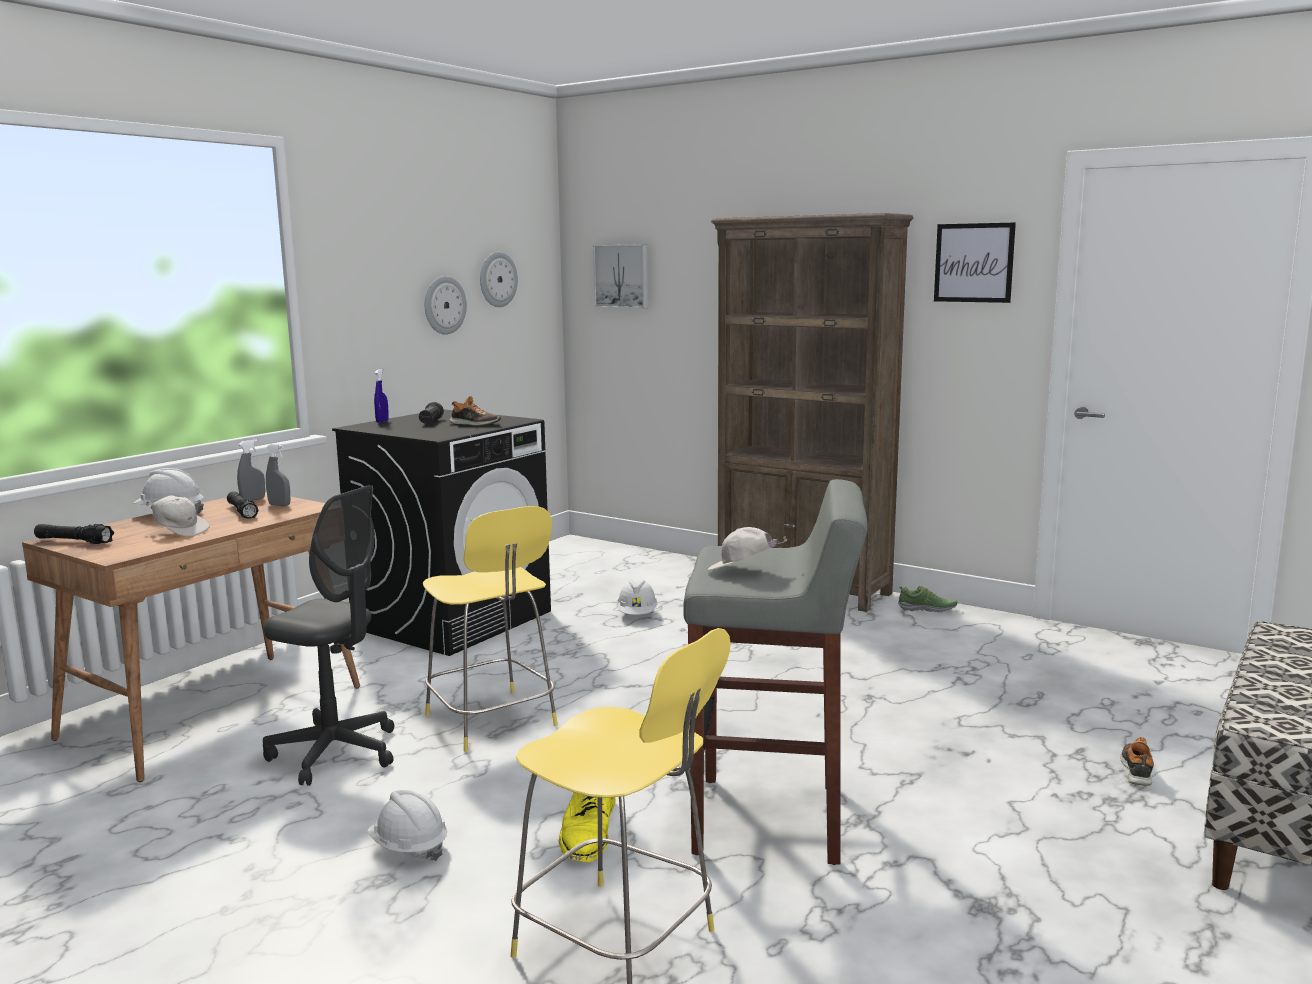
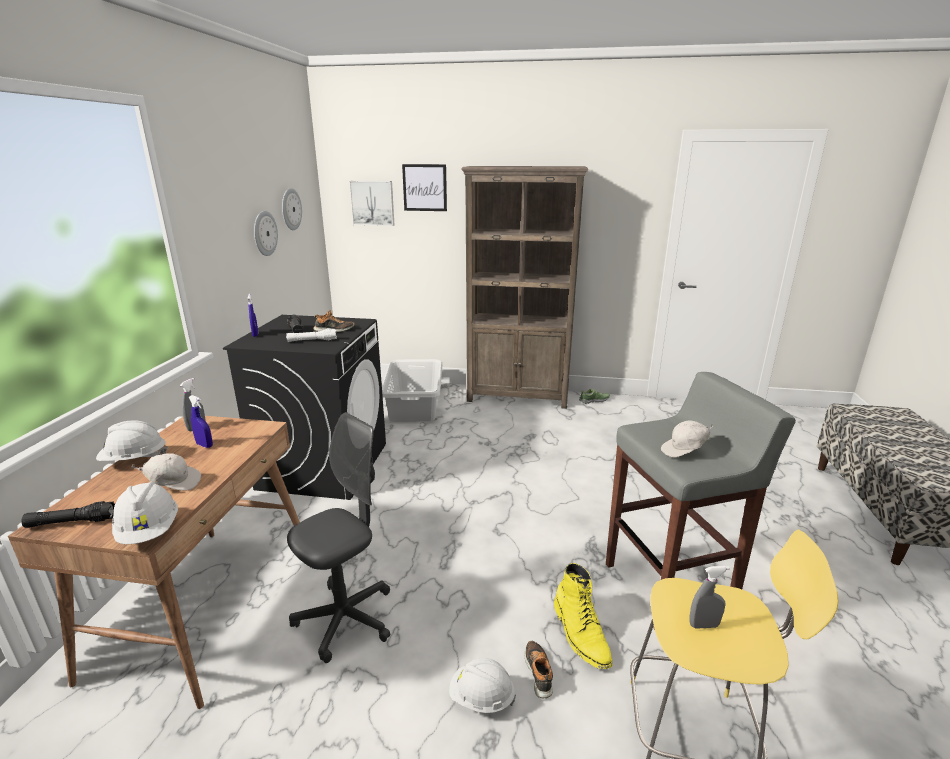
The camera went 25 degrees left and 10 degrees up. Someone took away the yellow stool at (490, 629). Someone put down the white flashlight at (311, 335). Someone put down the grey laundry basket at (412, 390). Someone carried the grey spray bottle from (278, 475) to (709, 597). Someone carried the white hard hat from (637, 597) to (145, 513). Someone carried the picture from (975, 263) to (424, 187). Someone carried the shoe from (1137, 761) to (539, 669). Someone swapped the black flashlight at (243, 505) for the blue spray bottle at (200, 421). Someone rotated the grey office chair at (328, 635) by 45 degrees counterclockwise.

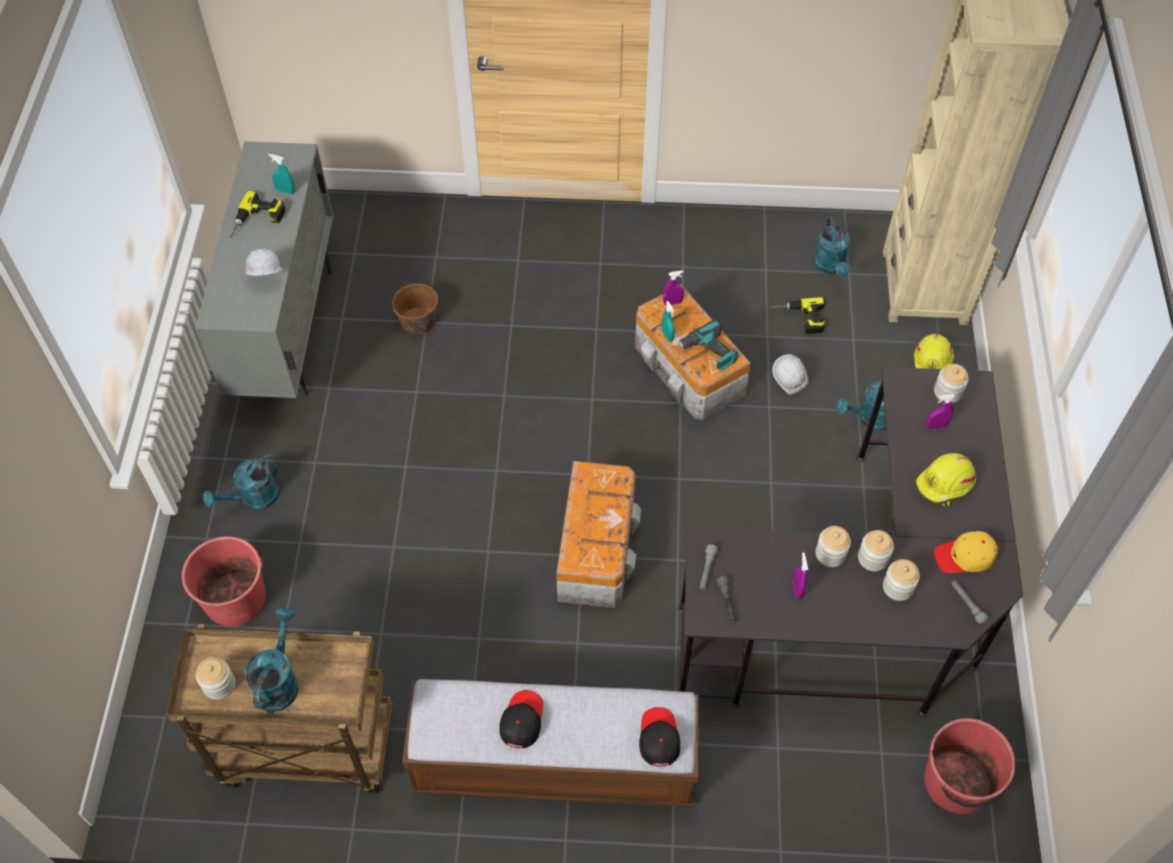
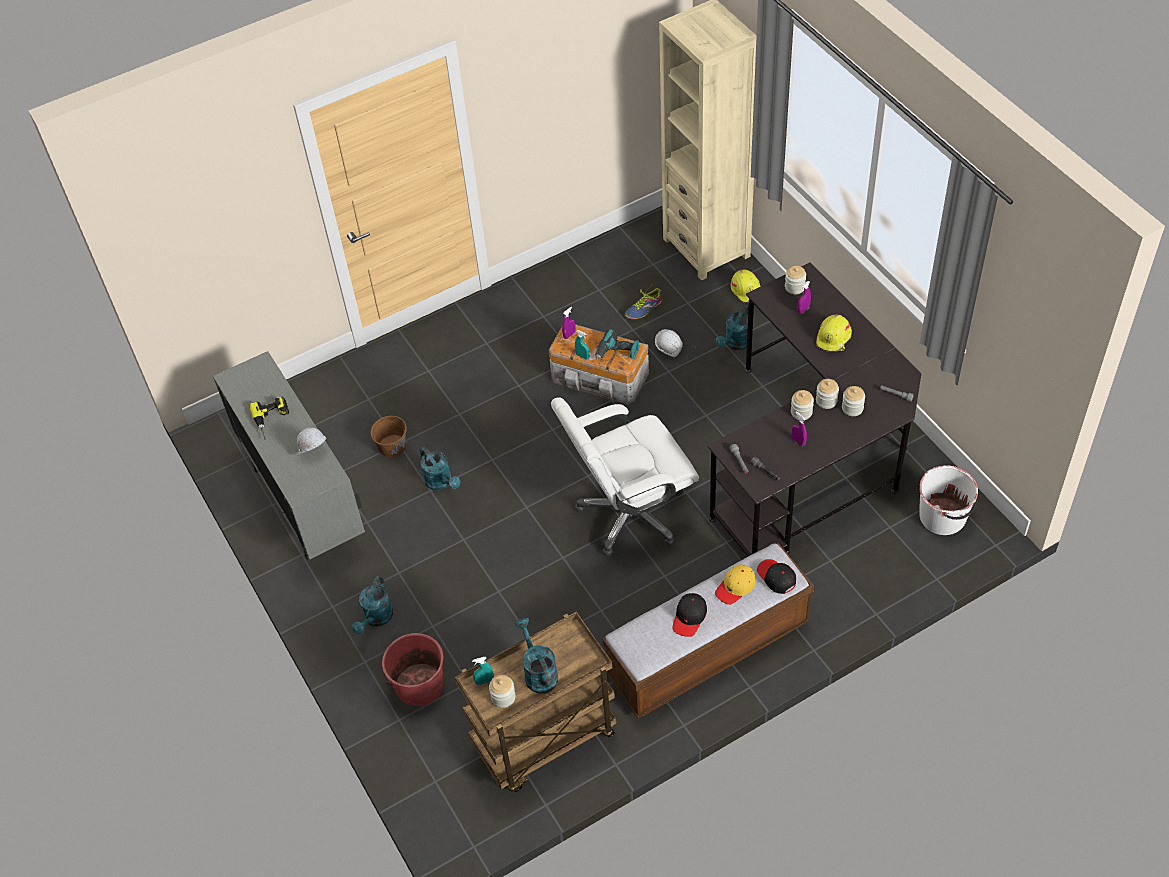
The camera went 30 degrees left and 5 degrees down. Someone carried the turquoise spray bottle from (281, 174) to (483, 671). Someone carried the turquoise watering can from (832, 247) to (440, 468). Someone carried the yellow cap from (966, 552) to (735, 584). Someone swapped the storage box at (598, 534) for the white office chair at (625, 476). Someone swapped the power drill at (797, 315) for the shoe at (643, 302). Someone repainted the red bucket at (970, 766), which became the white bucket at (948, 500). Someone rotated the black cap at (521, 719) by 135 degrees counterclockwise.

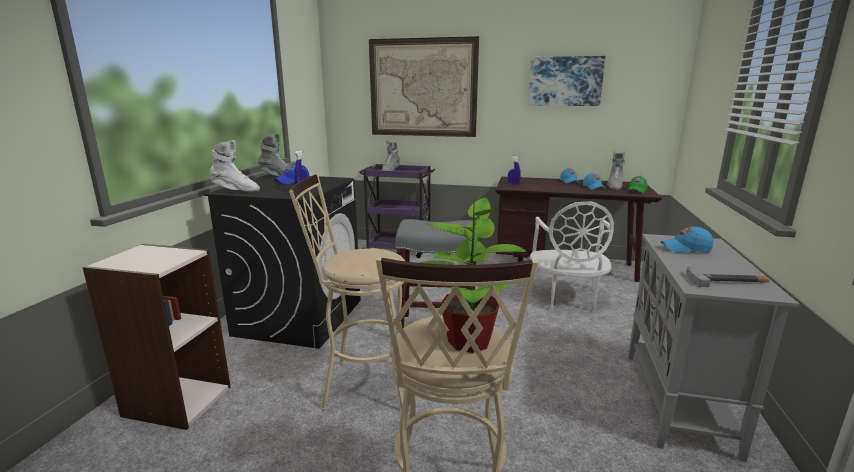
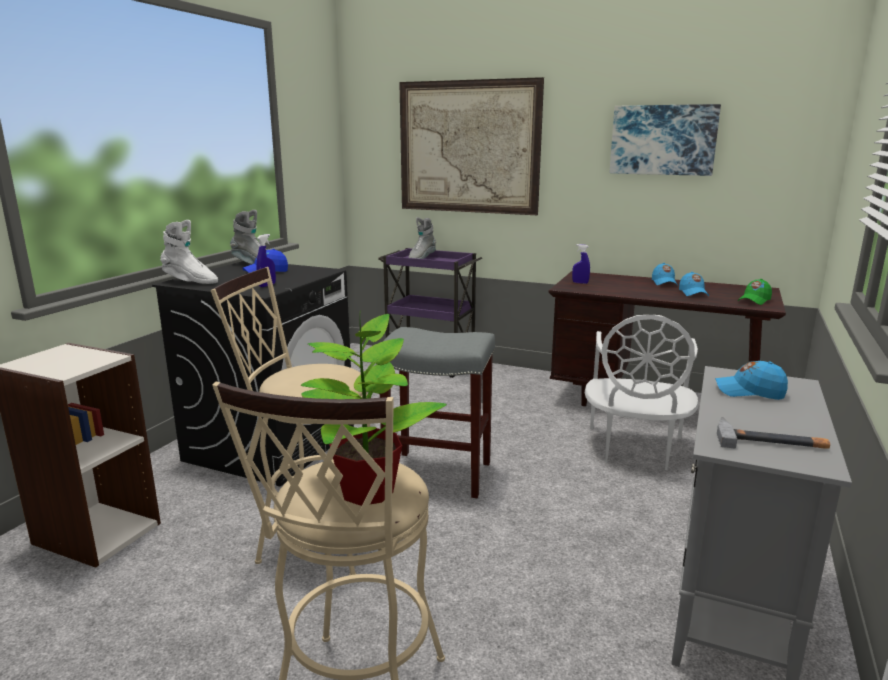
The camera went 10 degrees right and 0 degrees up. Someone took away the grey boot at (616, 170).

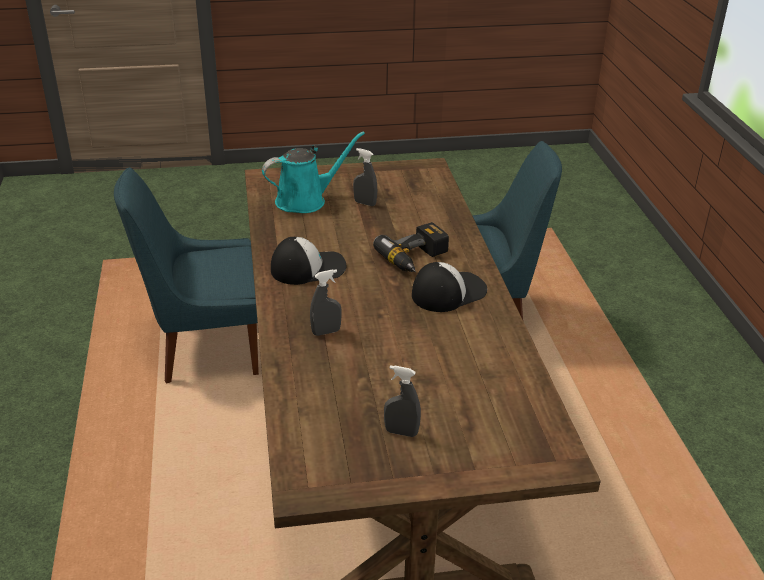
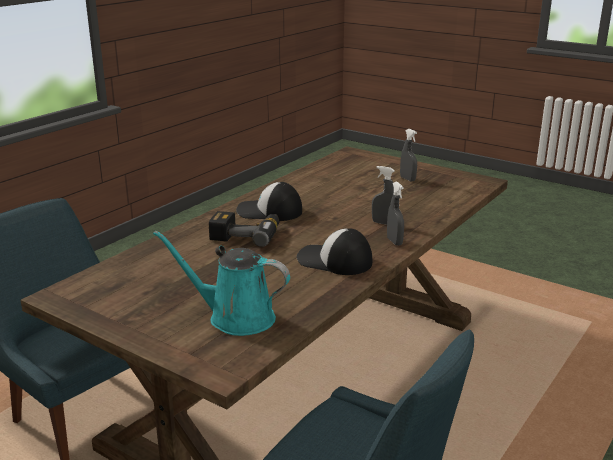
The camera went 135 degrees left and 10 degrees down. Someone carried the grey spray bottle from (365, 177) to (395, 214).

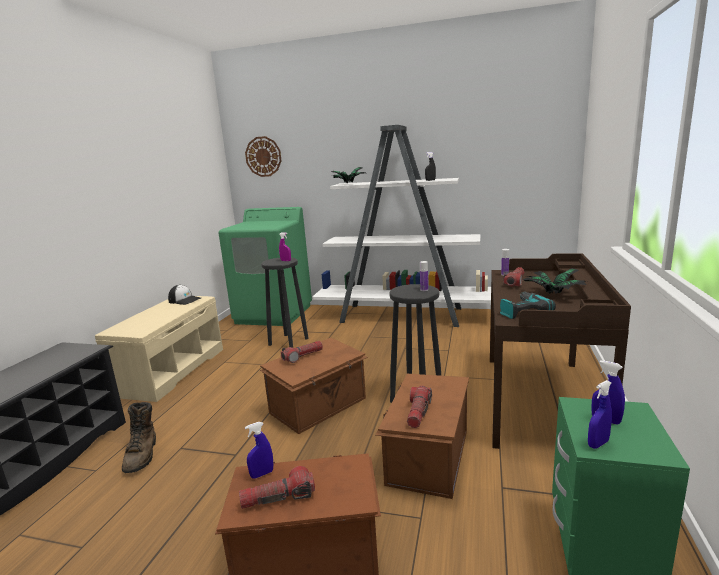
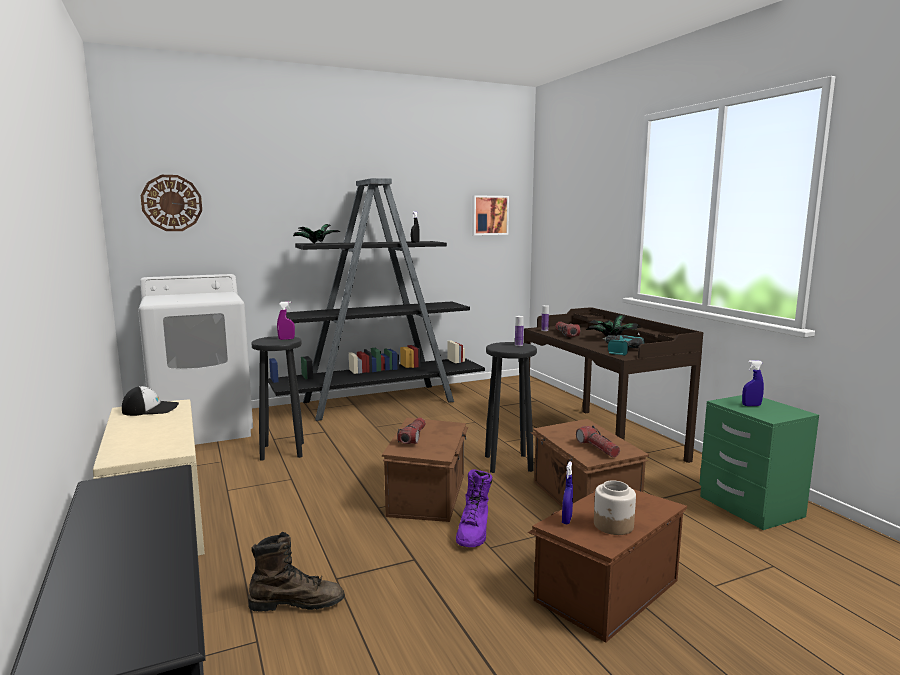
The camera went 40 degrees left and 5 degrees down. Someone took away the blue spray bottle at (600, 414). Someone put down the purple boot at (474, 508). Someone put up the picture at (490, 215). Someone swapped the flashlight at (277, 487) for the jar at (615, 507). Someone repainted the green washing machine at (265, 266), which became the white washing machine at (195, 359). Someone repainted the white bookcase at (401, 226), which became the black bookcase at (376, 299). Someone rotated the brown boot at (139, 437) by 45 degrees counterclockwise.

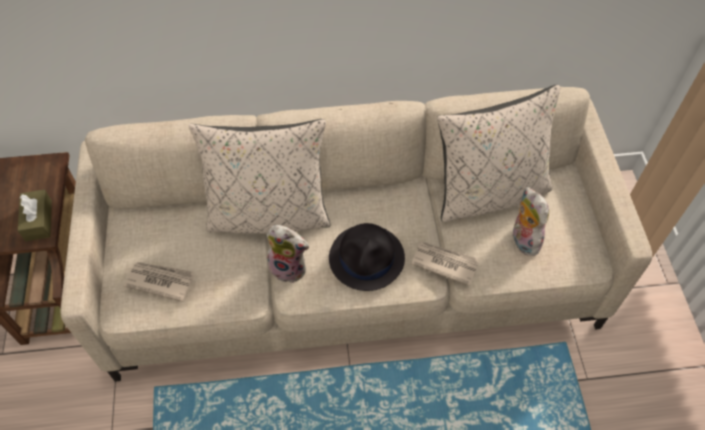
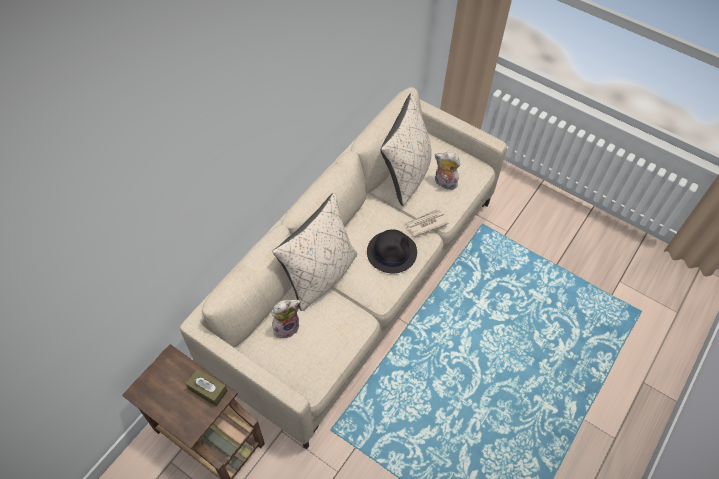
The camera went 50 degrees left and 0 degrees up. Someone took away the newspaper at (159, 282). Someone carried the plush toy from (288, 254) to (286, 319).

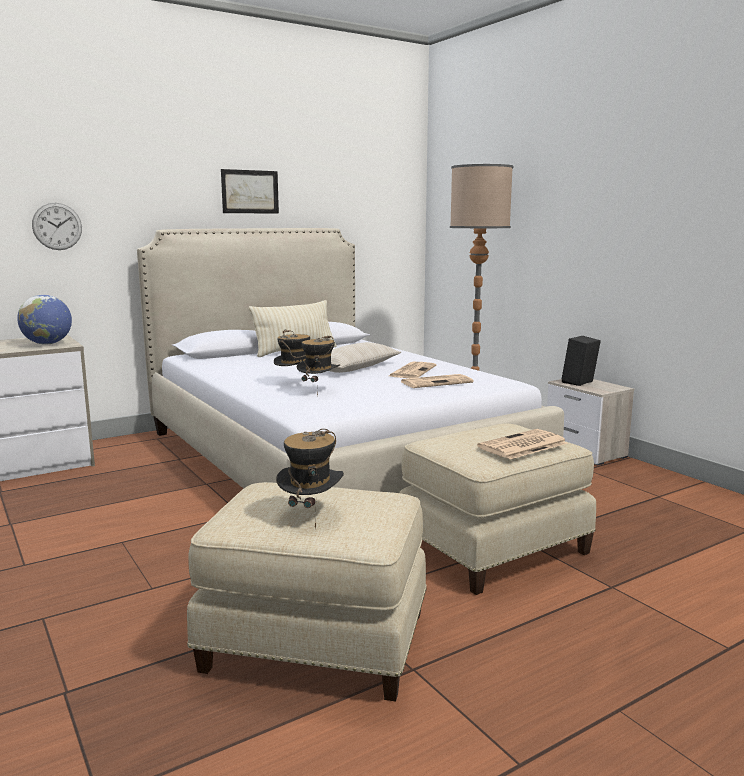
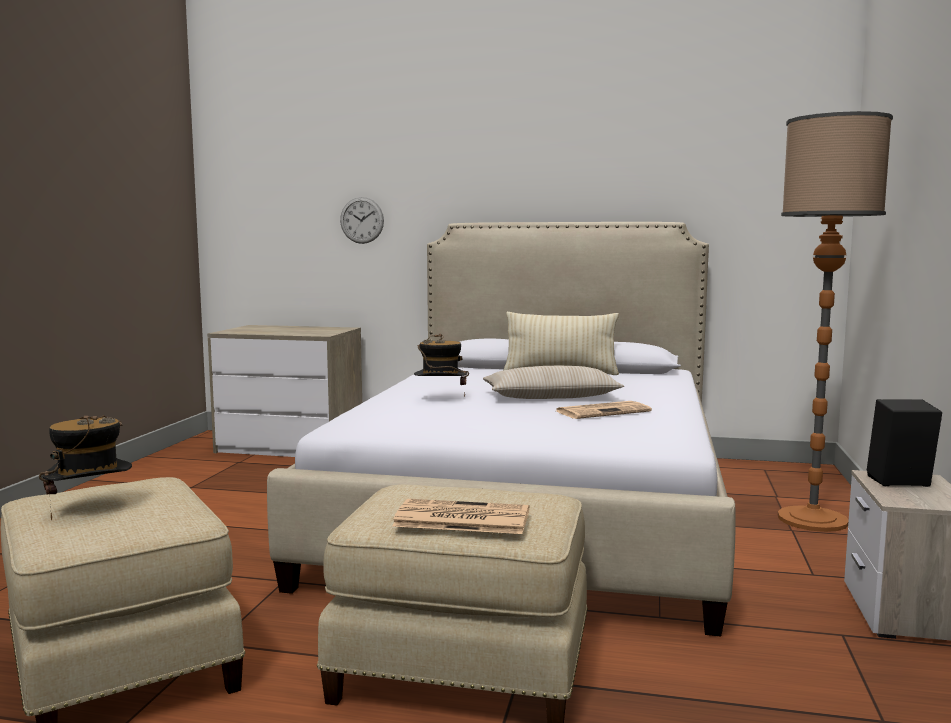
The camera went 45 degrees right and 5 degrees down. Someone took away the globe at (44, 320). Someone took away the picture at (250, 191). Someone took away the hat at (318, 366). Someone took away the newspaper at (437, 381).

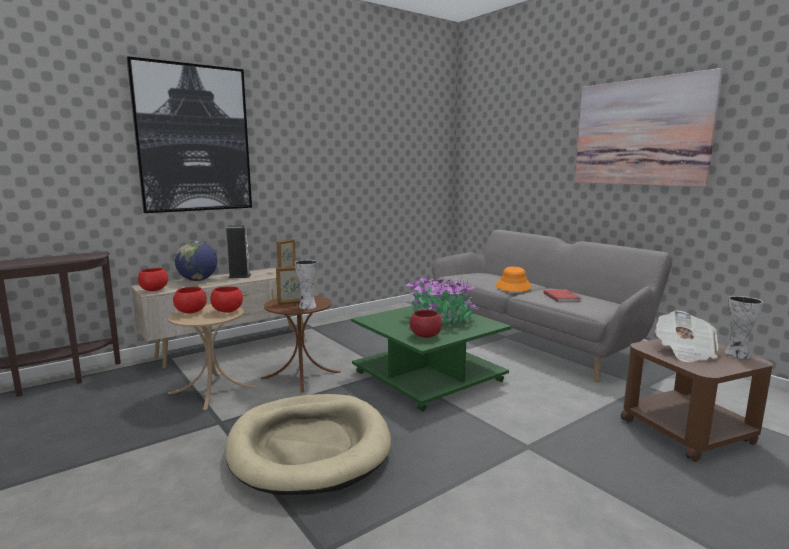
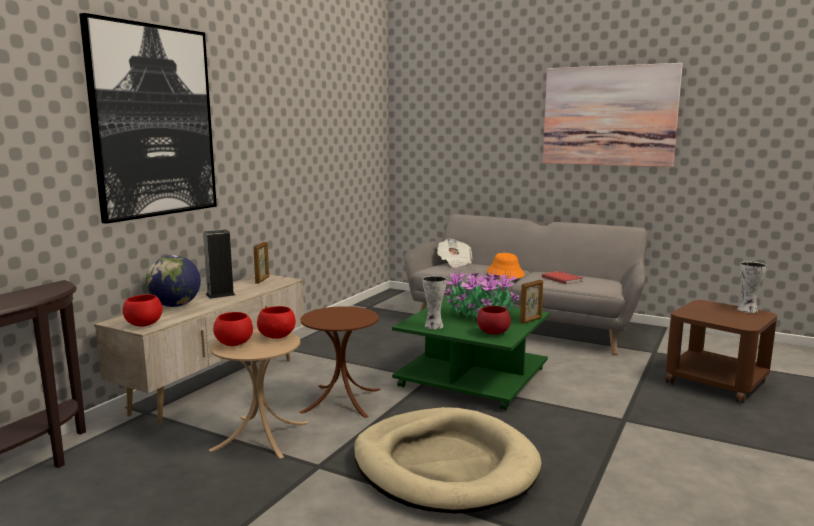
The camera went 25 degrees left and 0 degrees up. Someone carried the picture frame from (288, 285) to (531, 302). Someone carried the vase from (306, 284) to (434, 302). Someone carried the newspaper from (686, 336) to (454, 253).

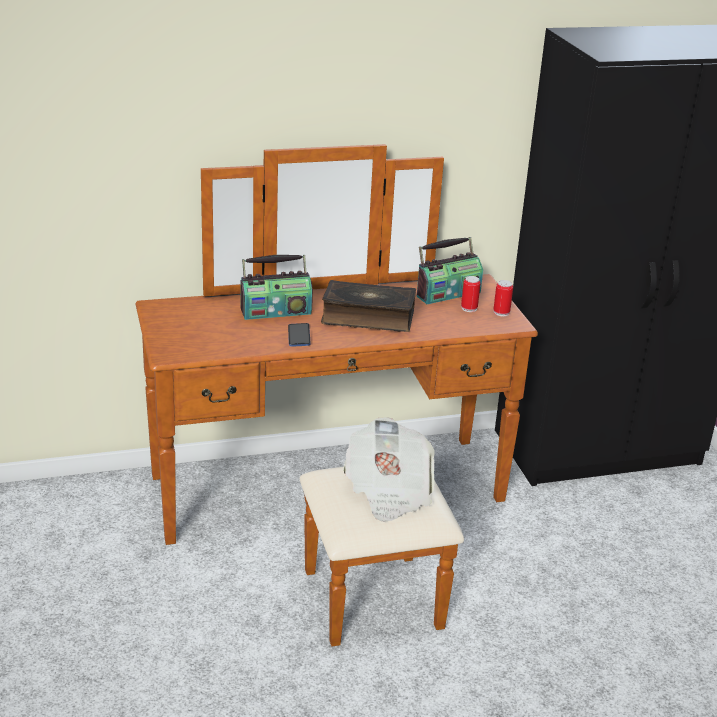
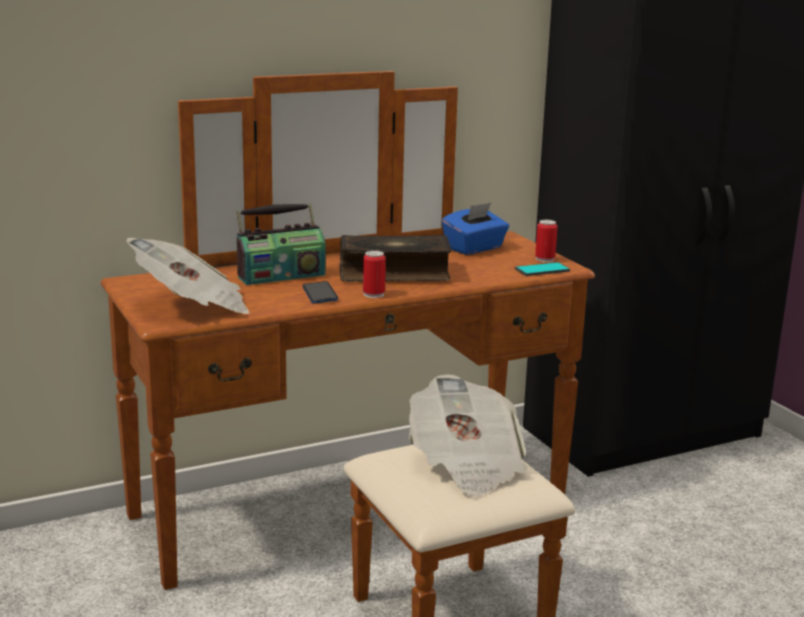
The camera went 10 degrees left and 10 degrees down. Someone put down the newspaper at (188, 276). Someone put down the phone at (542, 269). Someone carried the can from (470, 294) to (374, 274). Someone swapped the radio at (450, 270) for the blue tissue box at (475, 229).

